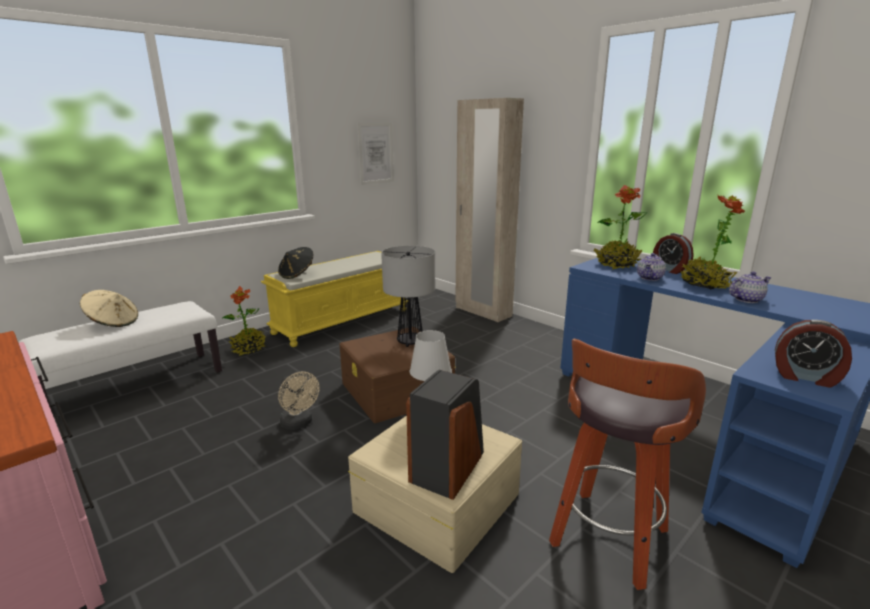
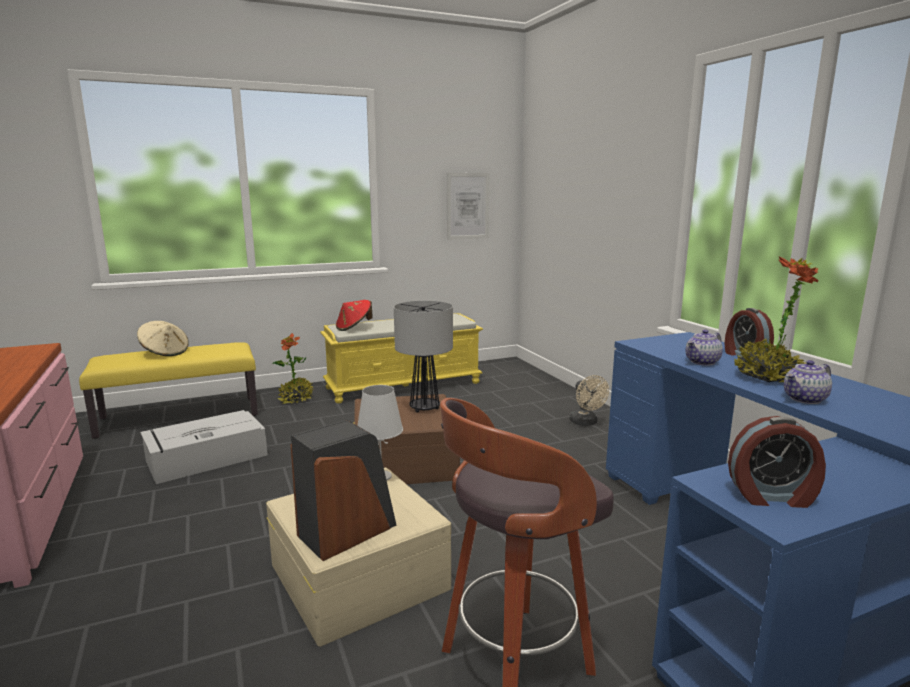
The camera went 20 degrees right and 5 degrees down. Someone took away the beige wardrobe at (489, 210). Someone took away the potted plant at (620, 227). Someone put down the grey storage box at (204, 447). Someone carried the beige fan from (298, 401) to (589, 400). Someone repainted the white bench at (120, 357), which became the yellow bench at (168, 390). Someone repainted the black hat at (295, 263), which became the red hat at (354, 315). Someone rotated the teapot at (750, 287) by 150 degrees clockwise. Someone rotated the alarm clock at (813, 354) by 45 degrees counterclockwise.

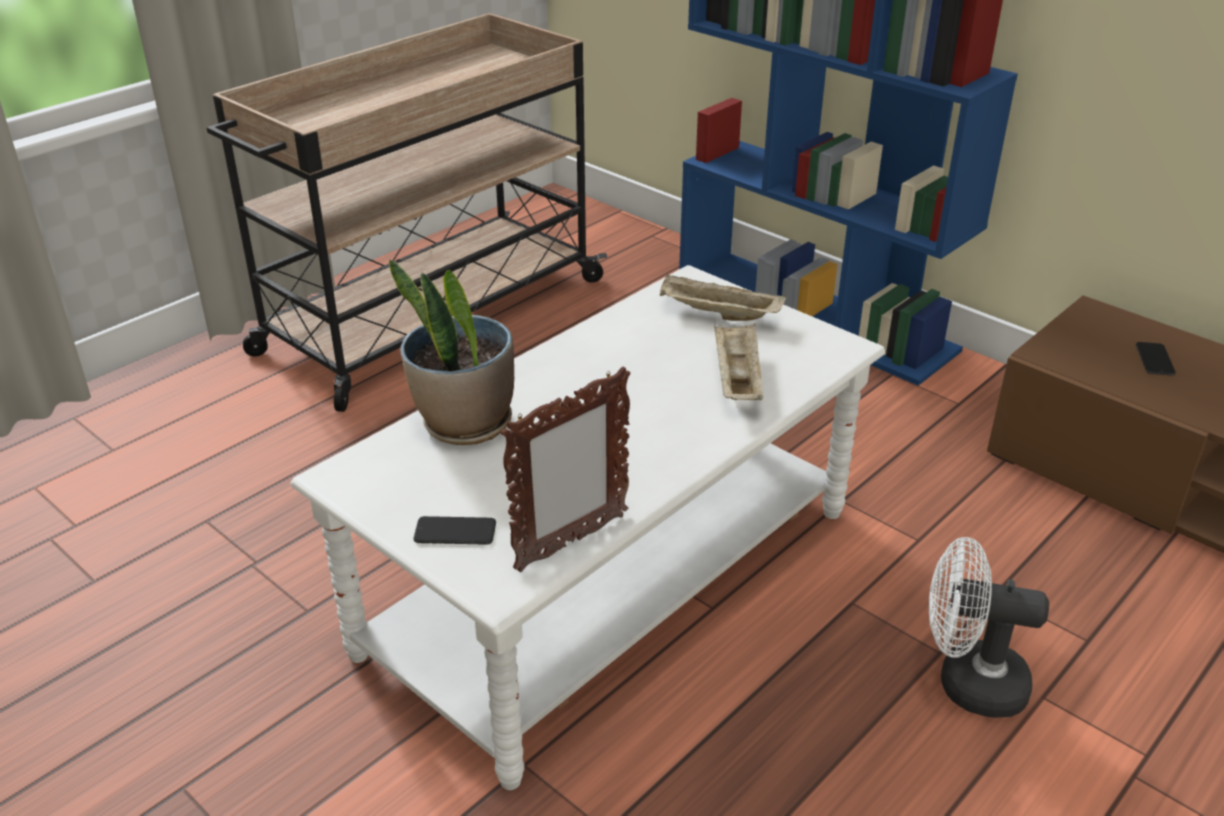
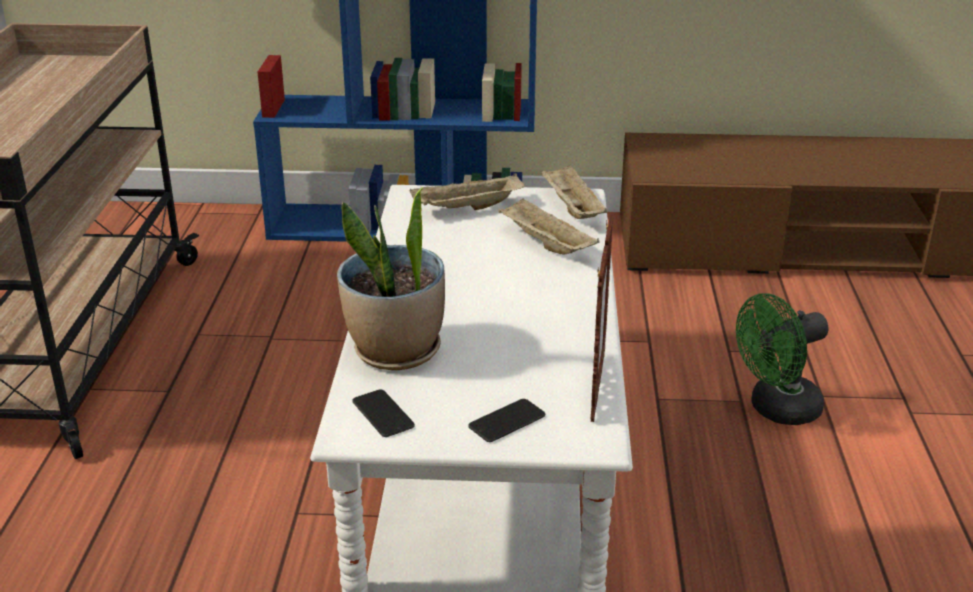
The camera went 40 degrees left and 5 degrees down. Someone put down the beige tray at (574, 191). Someone carried the phone from (1156, 358) to (383, 413). Someone repainted the white fan at (989, 627), which became the green fan at (782, 359).

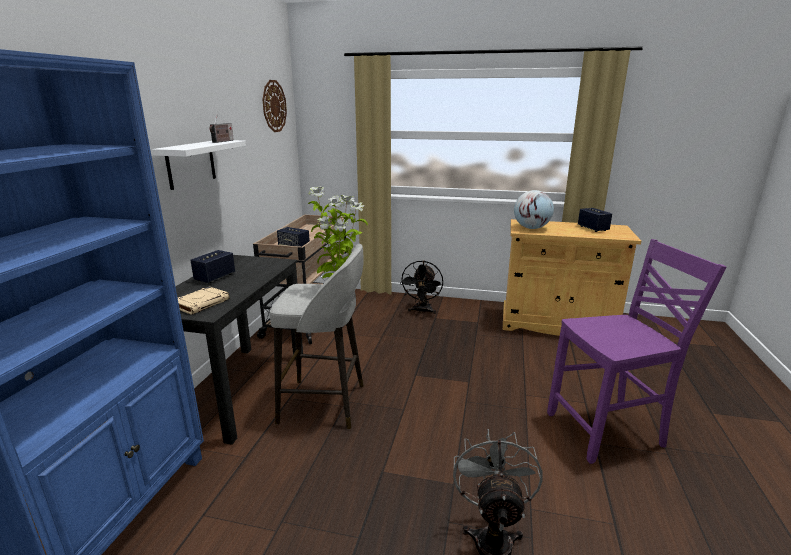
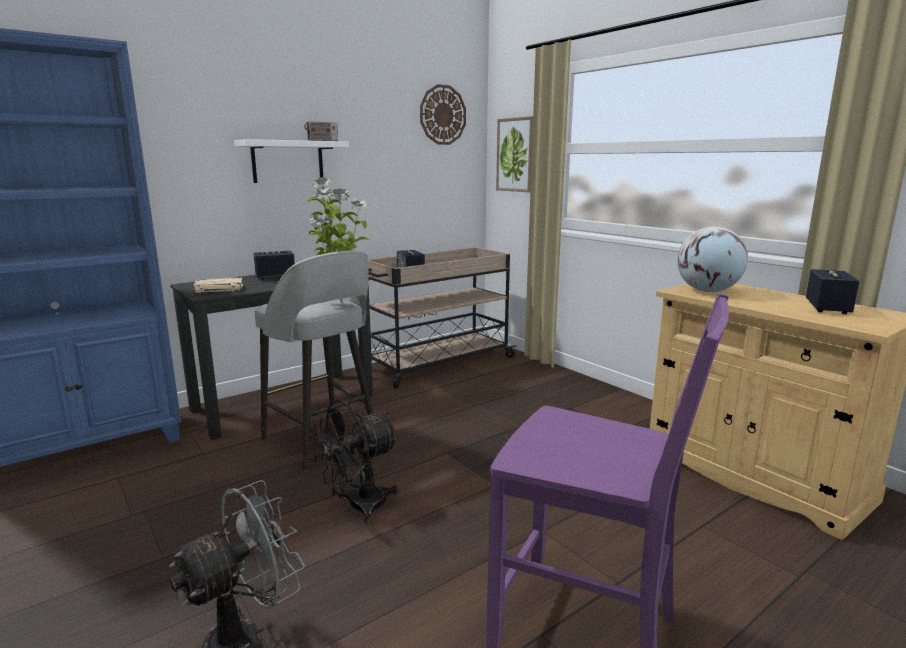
The camera went 40 degrees right and 5 degrees down. Someone put up the picture at (514, 154). Someone carried the black fan from (421, 287) to (354, 461).

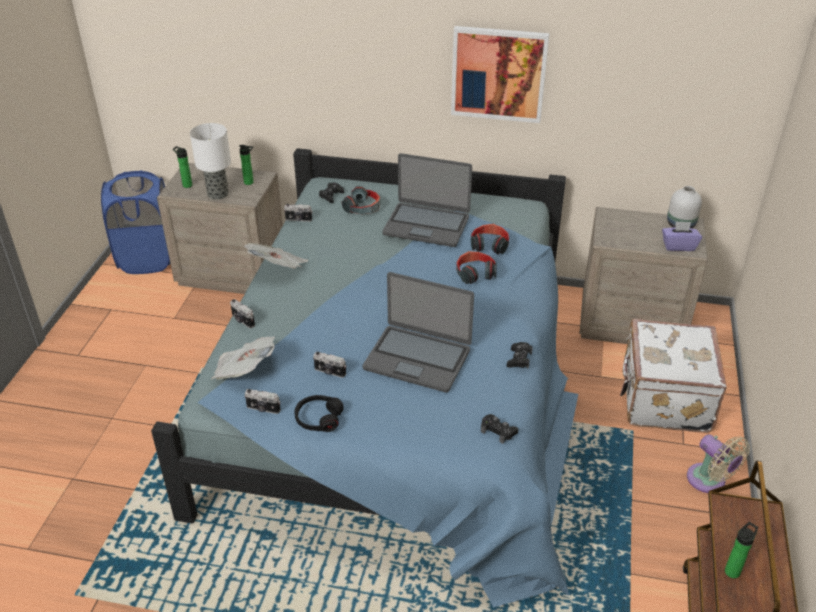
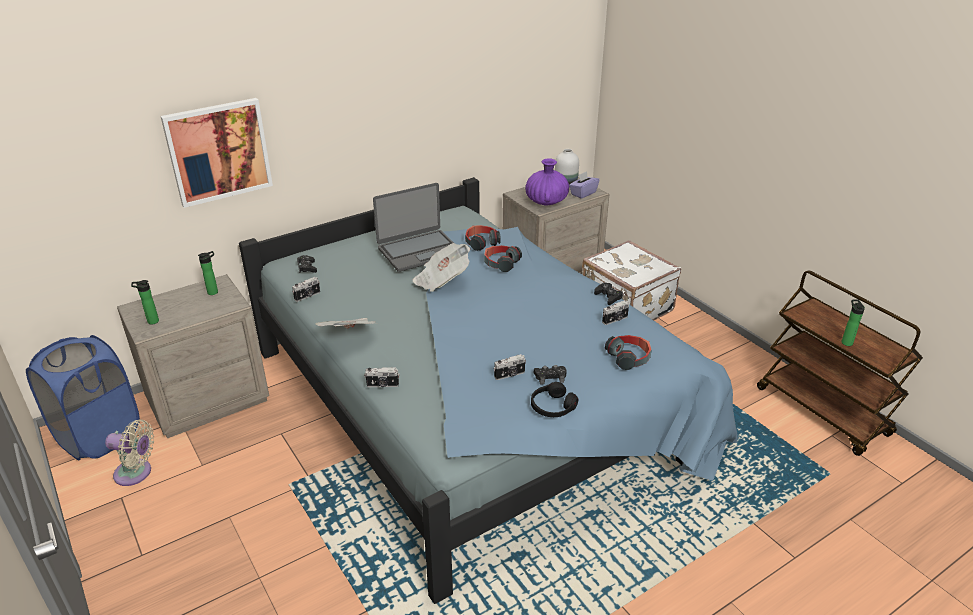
The camera went 45 degrees left and 5 degrees down. Someone took away the table lamp at (210, 161). Someone took away the laptop at (418, 332). Someone put down the purple vase at (547, 182). Someone carried the newspaper from (243, 358) to (442, 267). Someone carried the photo camera from (263, 401) to (615, 312). Someone carried the headphones from (361, 200) to (628, 352). Someone carried the picture from (500, 74) to (217, 153). Someone carried the black game controller from (499, 429) to (550, 375). Someone carried the beige fan from (718, 463) to (129, 453).

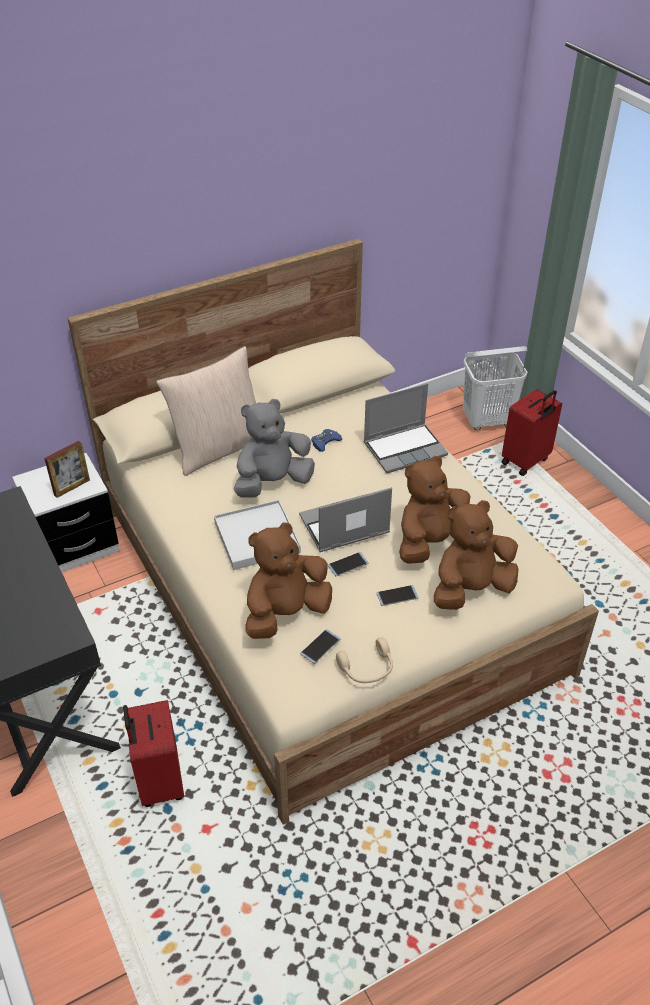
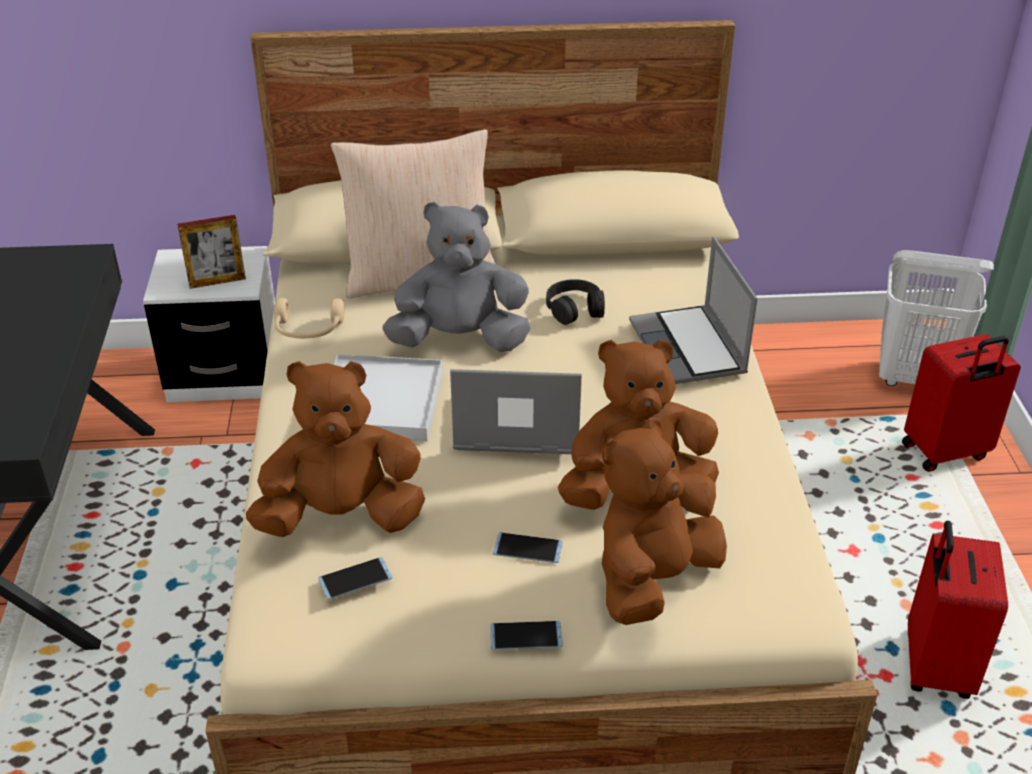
The camera went 25 degrees right and 5 degrees down. Someone carried the red suitcase from (153, 753) to (958, 610). Someone carried the phone from (348, 564) to (526, 635). Someone carried the beige headphones from (364, 660) to (309, 318). Someone swapped the blue game controller at (326, 440) for the black headphones at (575, 302). Someone rotated the laptop at (406, 428) by 75 degrees clockwise. Someone rotated the brown plush toy at (476, 555) by 45 degrees counterclockwise.

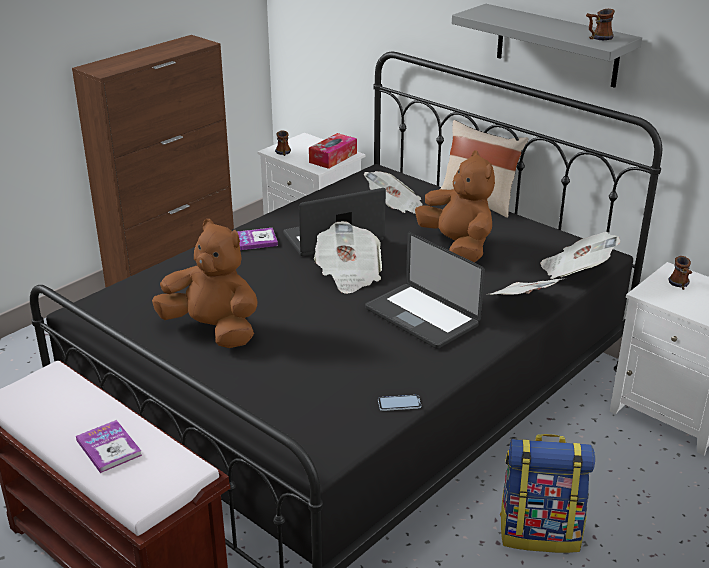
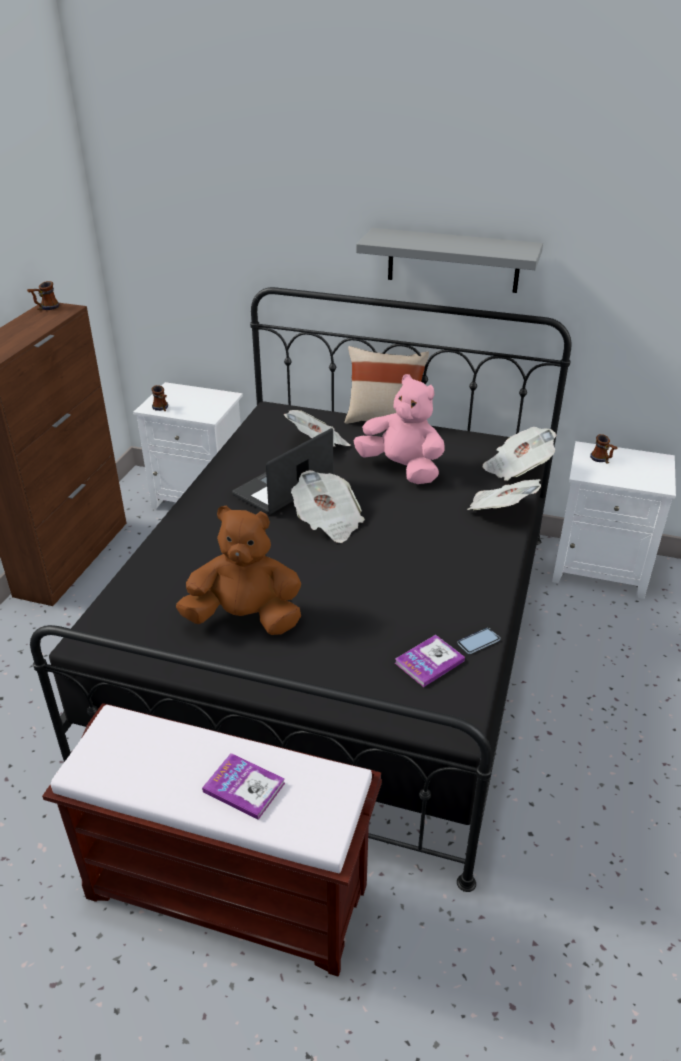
The camera went 25 degrees left and 5 degrees up. Someone took away the tissue box at (333, 151). Someone took away the laptop at (425, 290). Someone took away the backpack at (547, 493). Someone carried the book from (257, 239) to (430, 661). Someone carried the mug from (600, 24) to (43, 295). Someone repainted the brown plush toy at (455, 206), which became the pink plush toy at (399, 429).

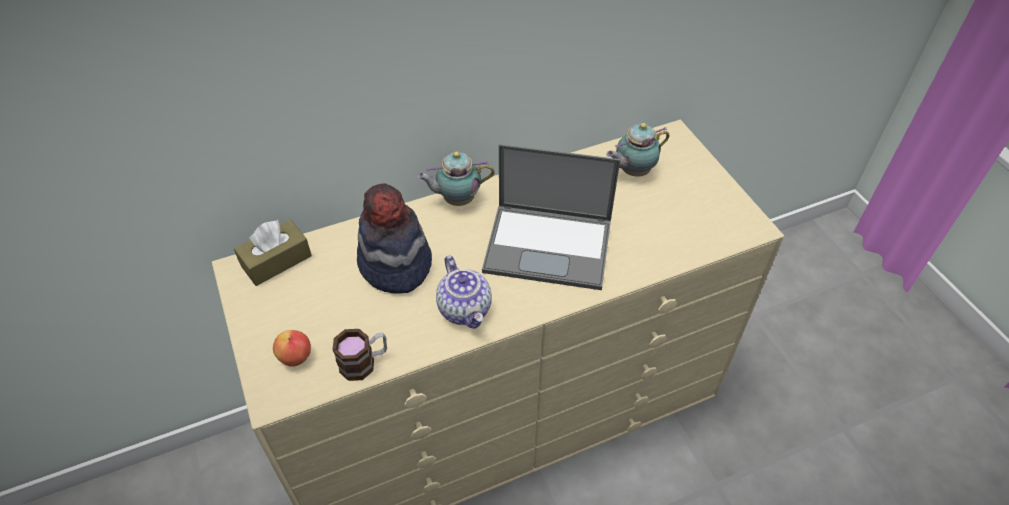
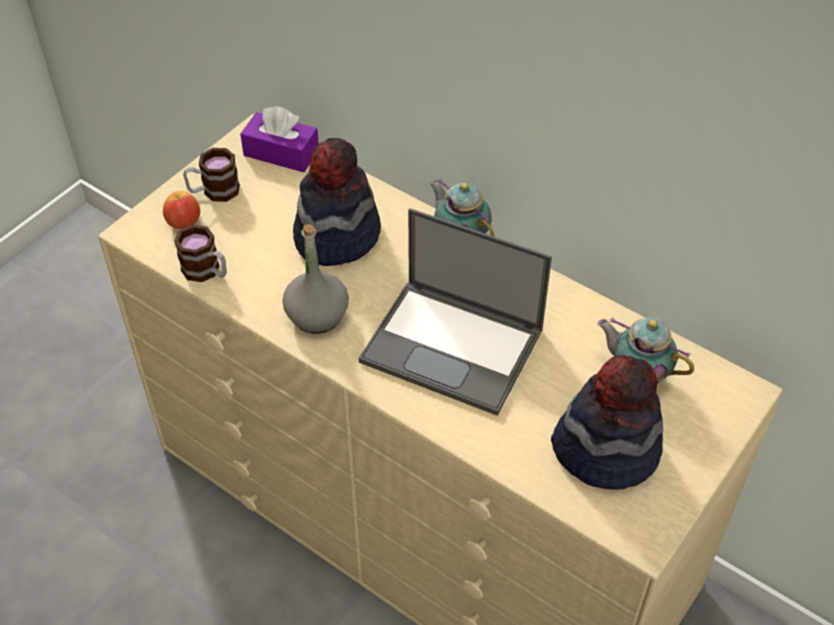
The camera went 60 degrees right and 0 degrees up. Someone put down the mug at (211, 175). Someone put down the hat at (607, 422). Someone swapped the teapot at (464, 292) for the grey bottle at (315, 279). Someone repainted the brown tissue box at (273, 253), which became the purple tissue box at (279, 139). Someone rotated the laptop at (551, 217) by 45 degrees counterclockwise.

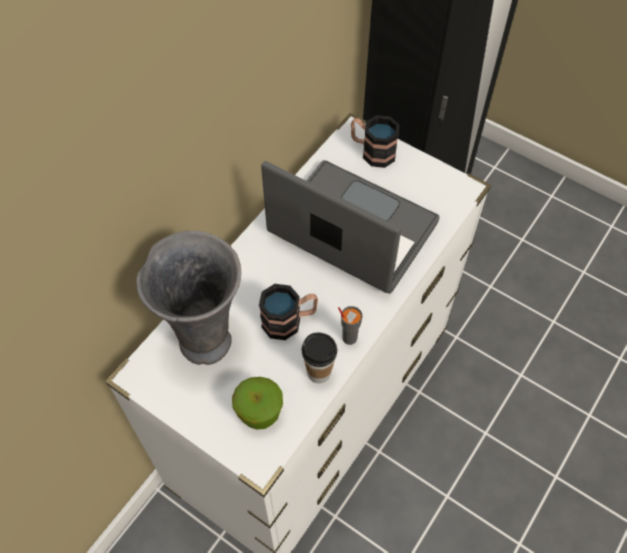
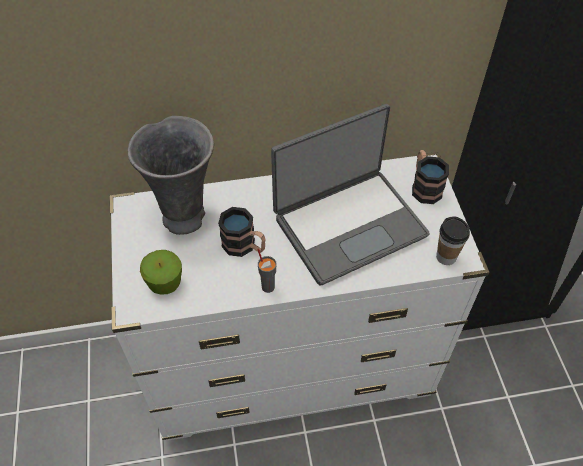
The camera went 45 degrees right and 5 degrees down. Someone carried the cup from (319, 357) to (453, 240). Someone rotated the laptop at (350, 226) by 75 degrees clockwise.

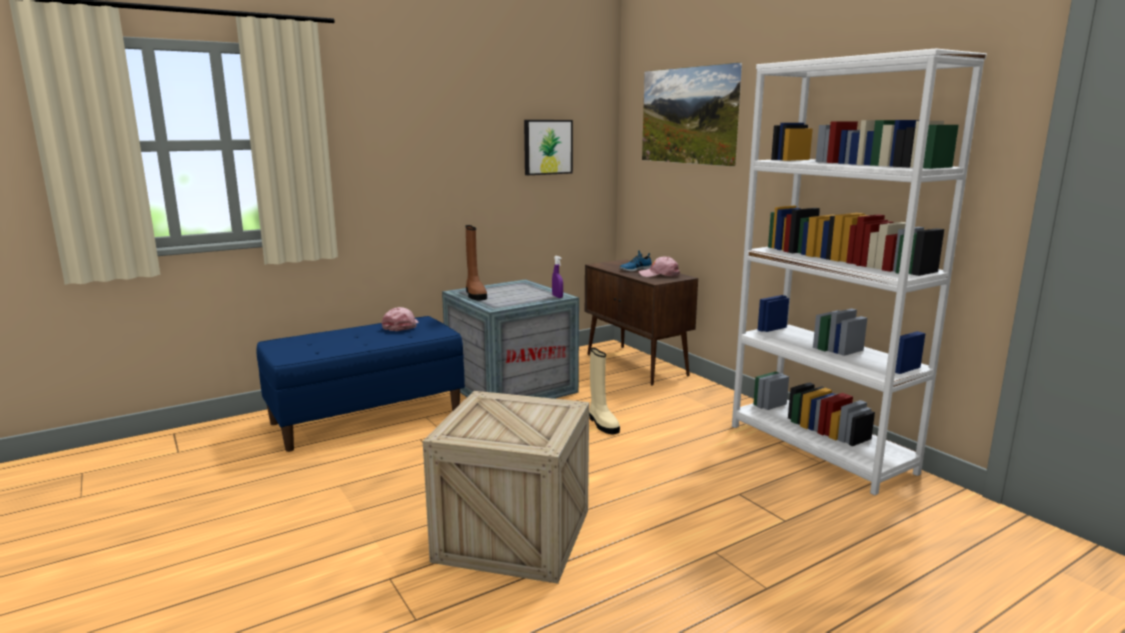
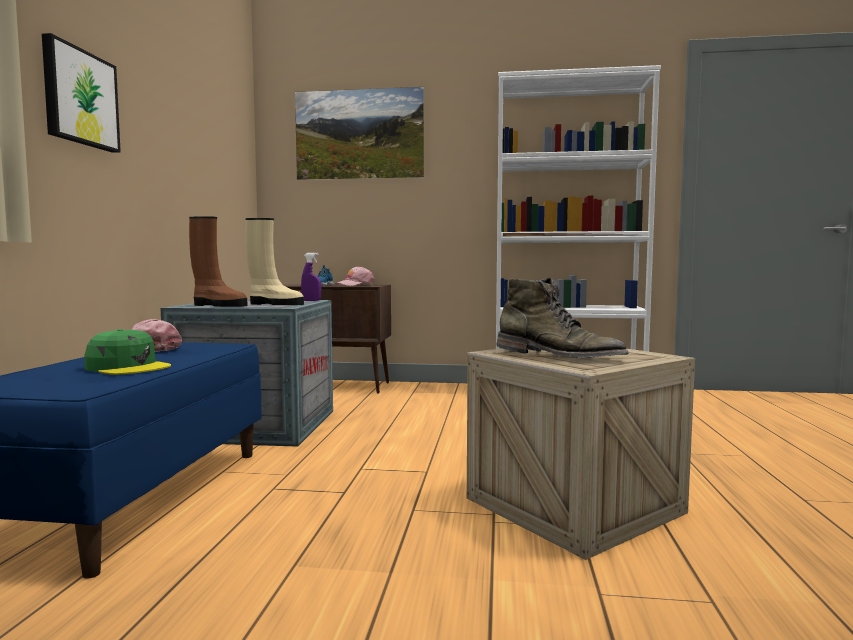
The camera went 50 degrees left and 10 degrees down. Someone put down the green cap at (127, 352). Someone put down the green boot at (563, 318). Someone carried the picture from (548, 147) to (81, 93). Someone carried the beige boot from (604, 391) to (275, 261).

